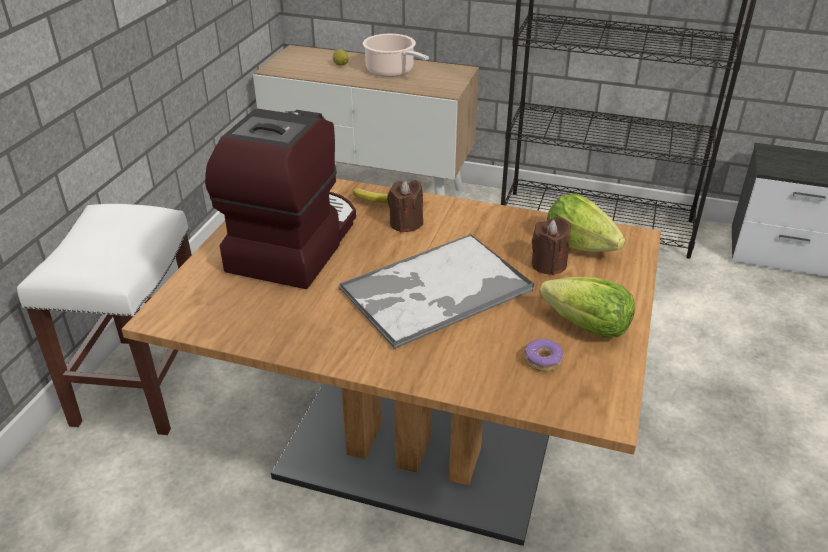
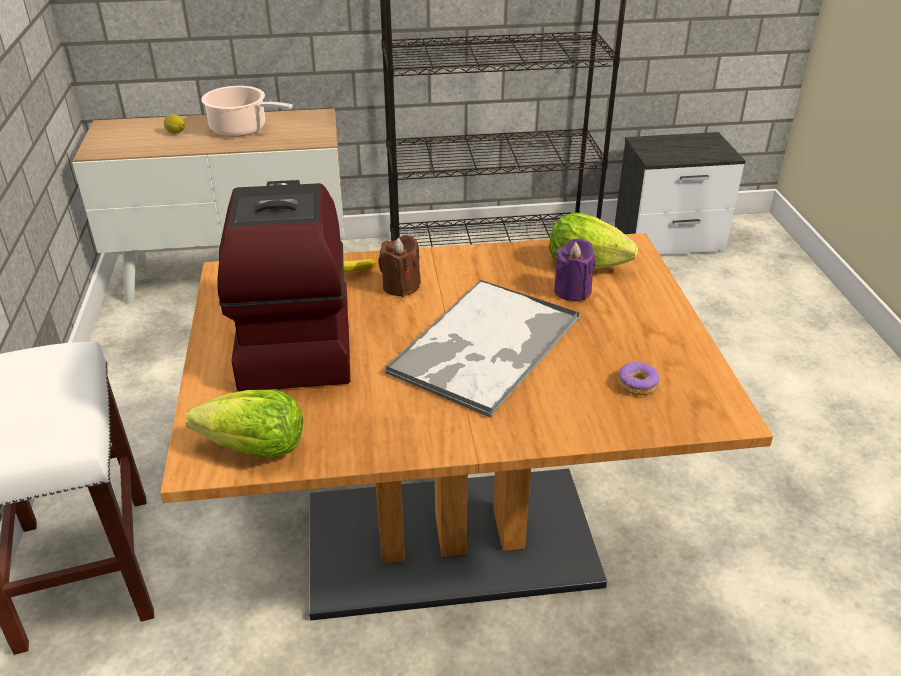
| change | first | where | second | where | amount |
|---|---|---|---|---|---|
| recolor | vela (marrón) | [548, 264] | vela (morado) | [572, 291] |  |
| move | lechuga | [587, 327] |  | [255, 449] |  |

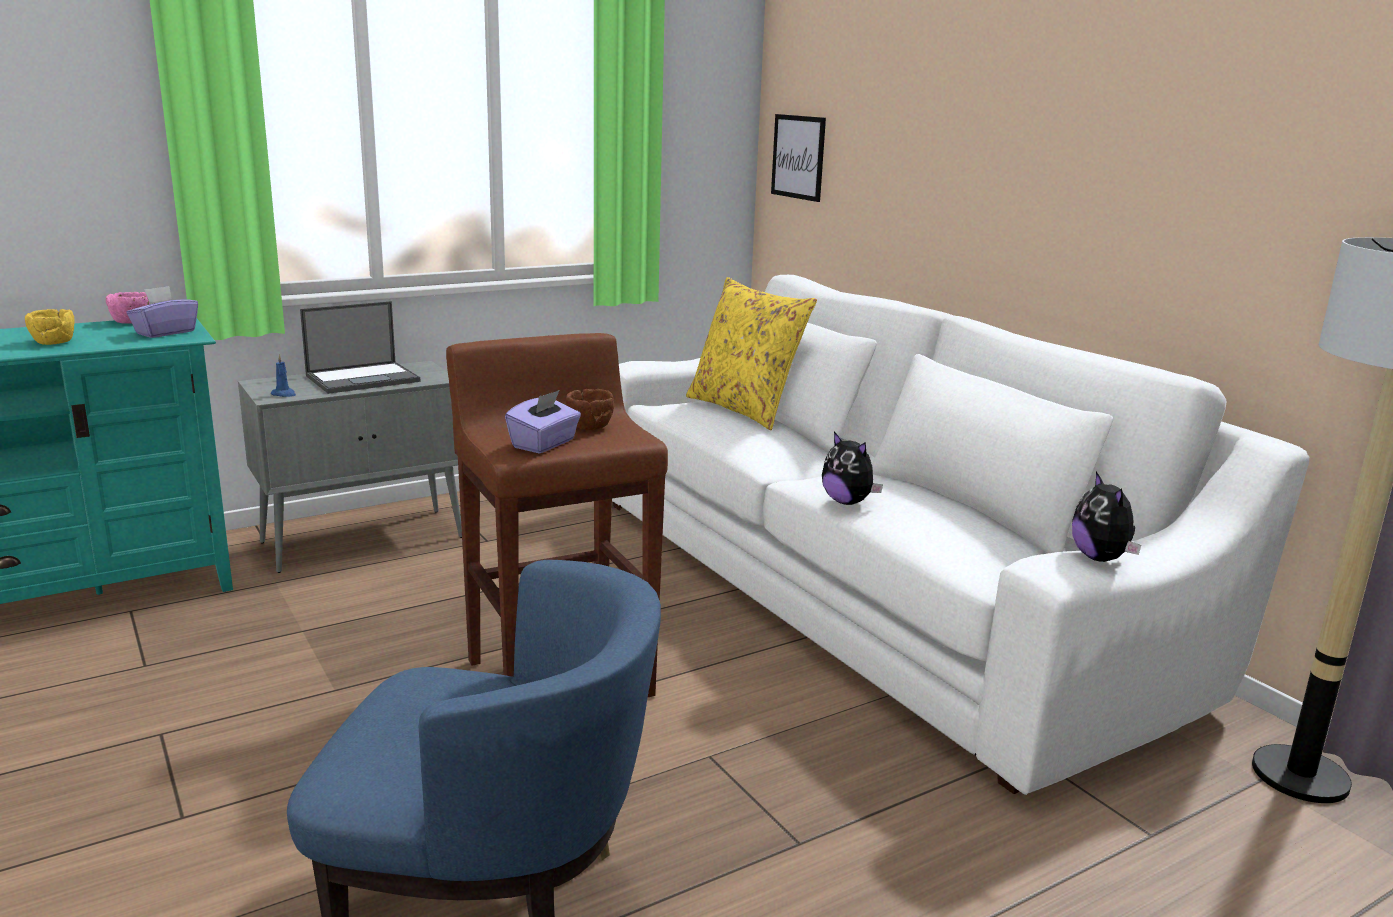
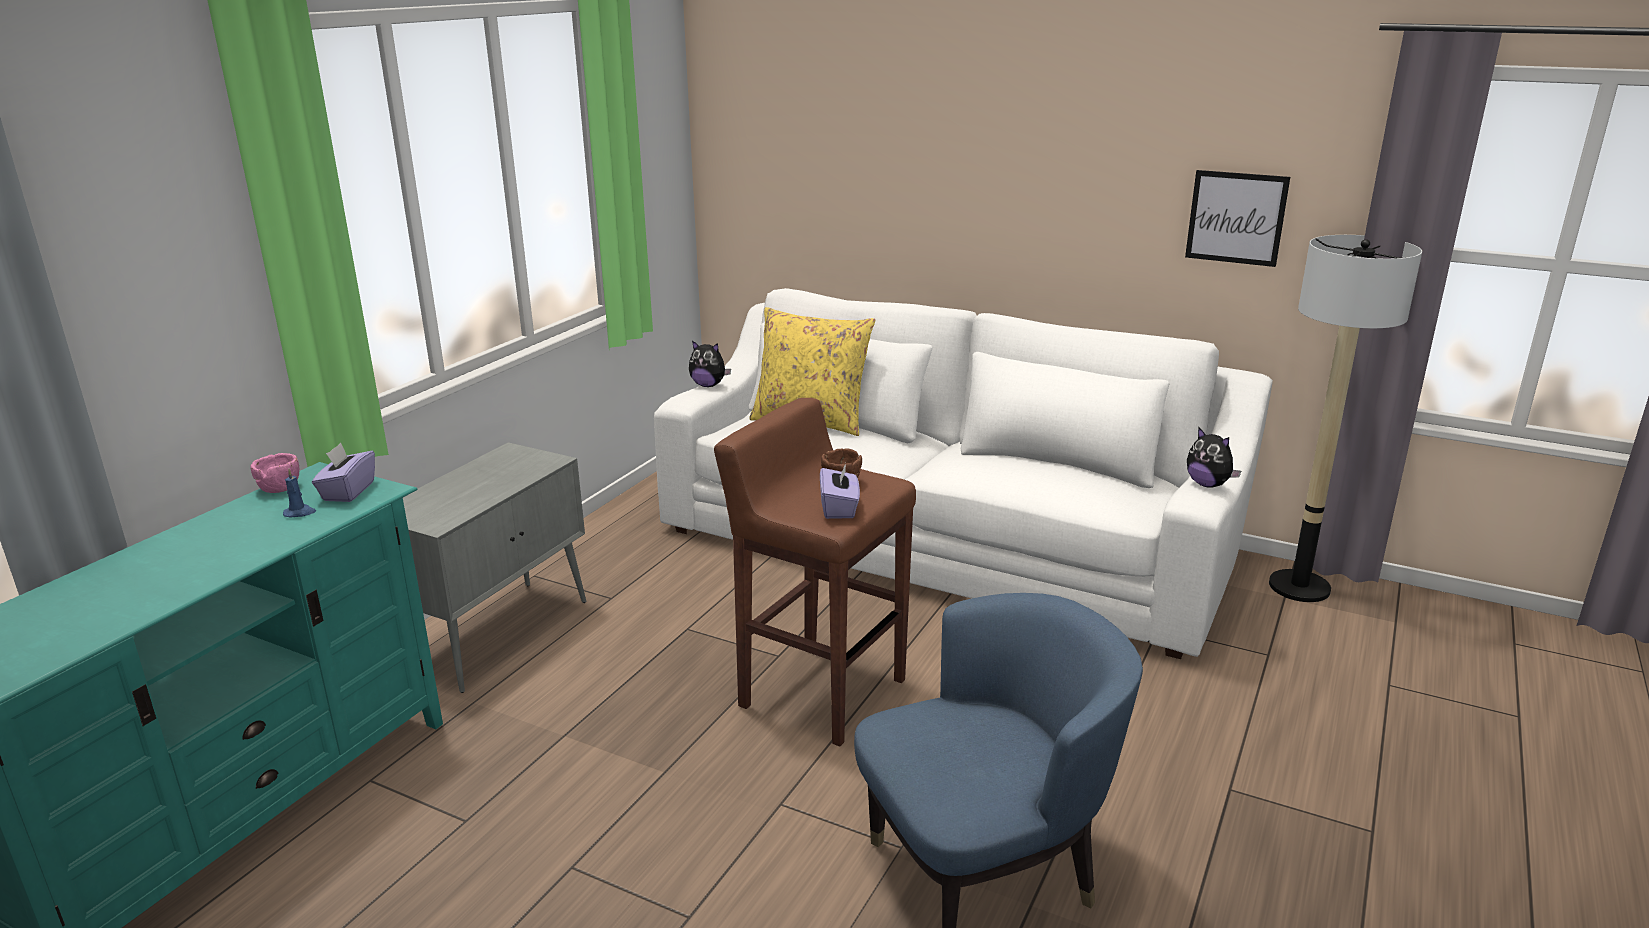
| change | first | where | second | where | amount |
|---|---|---|---|---|---|
| move | cuadro | [798, 157] |  | [1236, 218] |  |
| delete | portátil | [364, 378] |  |  |  |
| delete | cuenco (amarillo) | [54, 342] |  |  |  |
| move | vela (azul) | [284, 394] |  | [300, 513] |  |
| move | peluche | [847, 502] |  | [708, 385] |  |

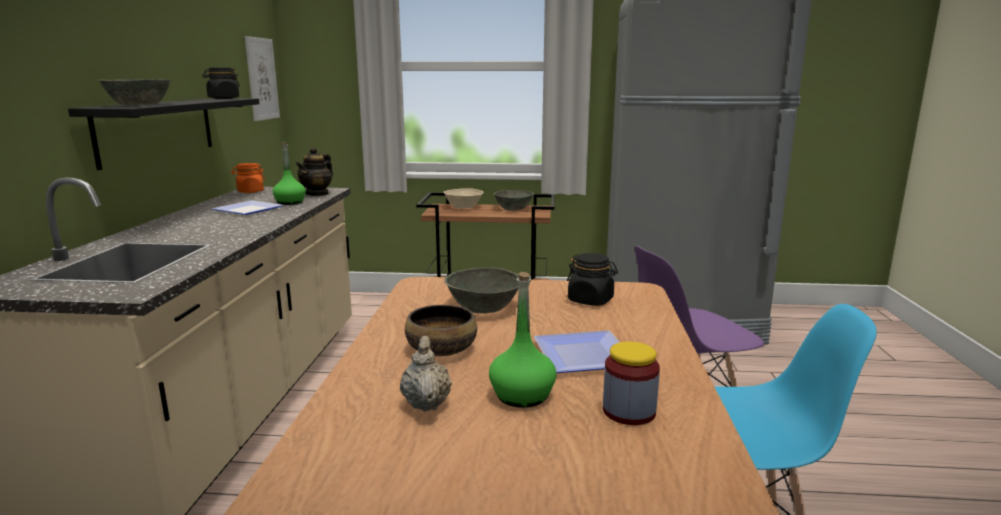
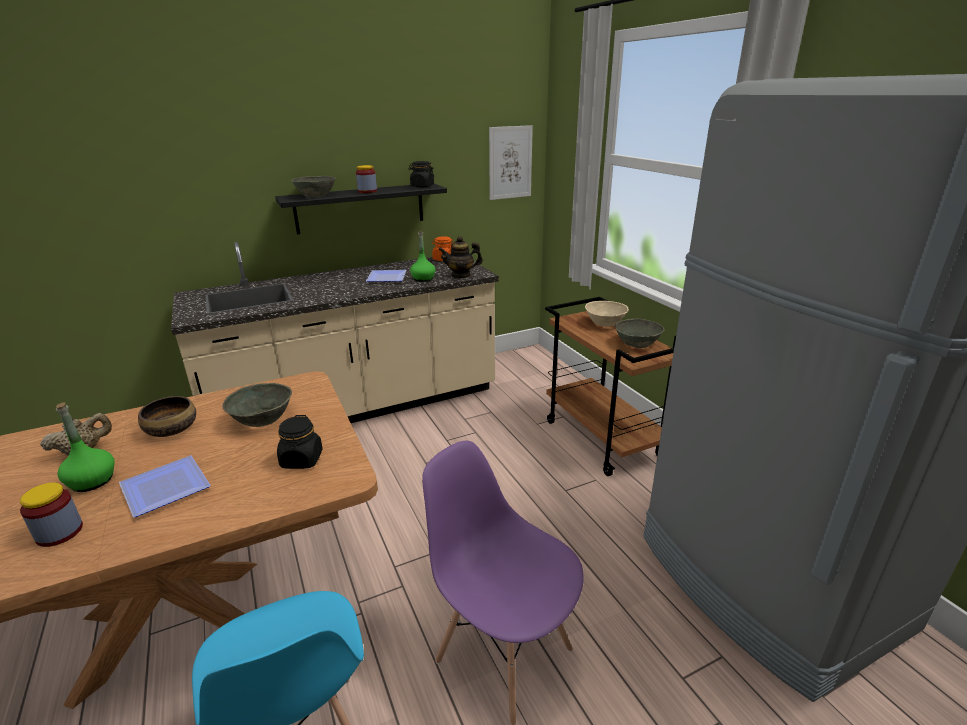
| change | first | where | second | where | amount |
|---|---|---|---|---|---|
| insert |  |  | tarro | [367, 191] |  |

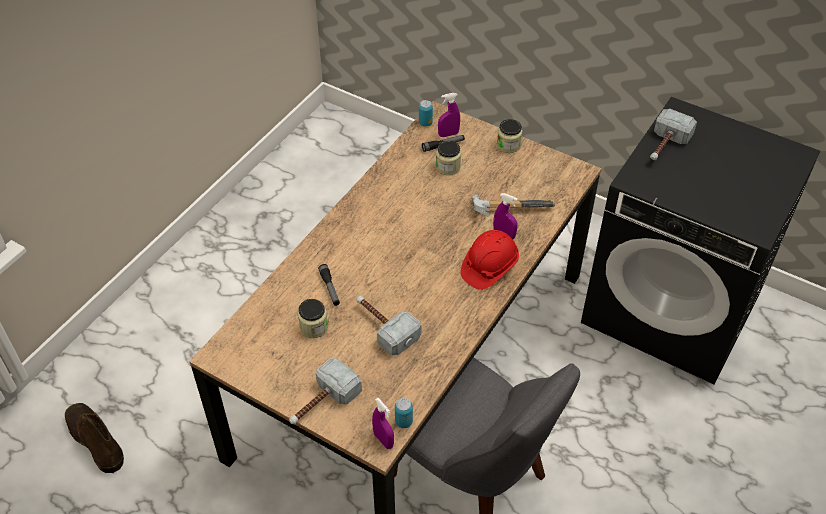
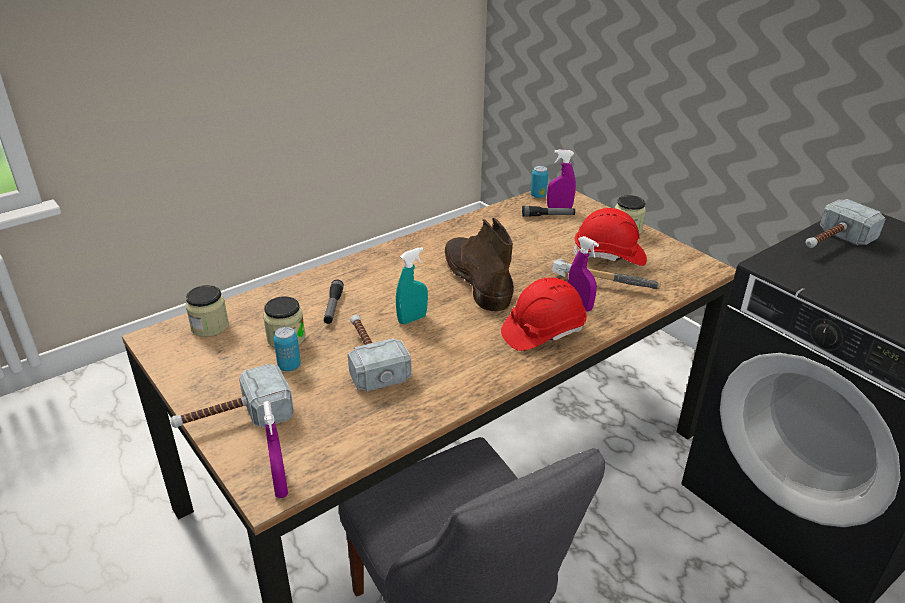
| change | first | where | second | where | amount |
|---|---|---|---|---|---|
| move | tarro | [448, 167] |  | [210, 326] |  |
| move | lata | [403, 422] |  | [289, 366] |  |
| move | bota (marrón) | [95, 440] |  | [476, 279] |  |
| insert |  |  | casco (rojo) | [609, 256] |  |
| insert |  |  | pulverizador (turquesa) | [412, 319] |  |

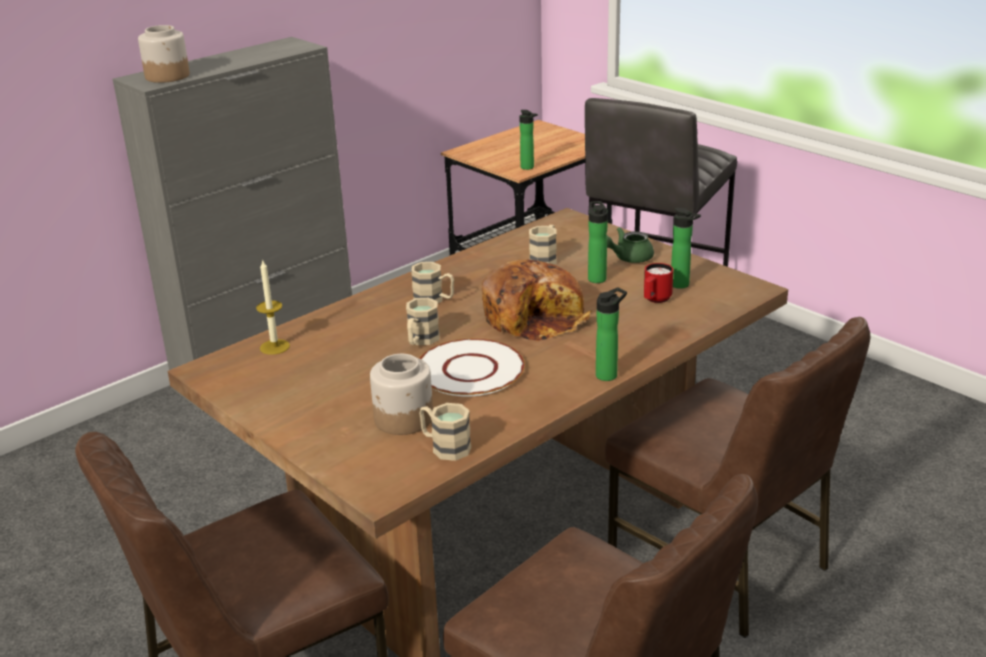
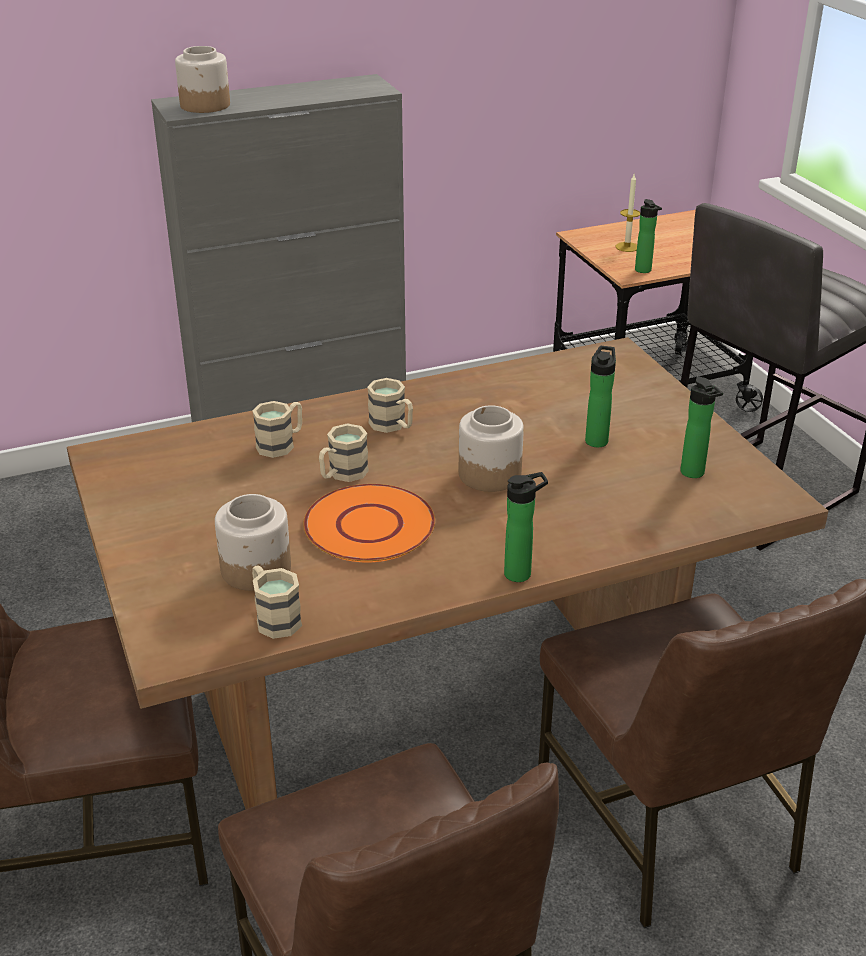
| change | first | where | second | where | amount |
|---|---|---|---|---|---|
| move | taza grande (beis) | [545, 258] |  | [281, 444] |  |
| delete | tetera (verde) | [627, 258] |  |  |  |
| move | vela | [274, 347] |  | [627, 247] |  |
| replace | pan | [534, 316] | tarro | [489, 474] |  |
| delete | taza grande (rojo) | [655, 300] |  |  |  |
| recolor | plato (blanco) | [471, 370] | plato (naranja) | [370, 526] |  |

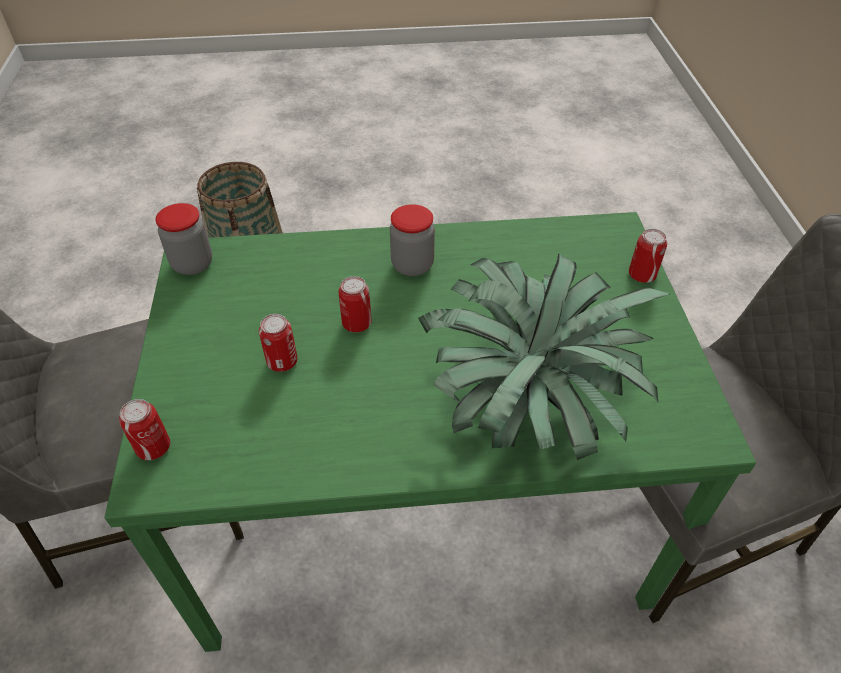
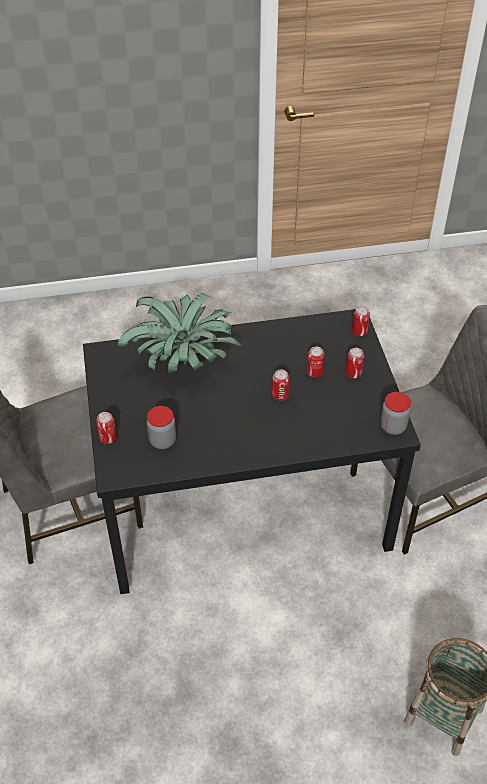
| change | first | where | second | where | amount |
|---|---|---|---|---|---|
| move | tarro | [412, 265] |  | [162, 441] |  |
| recolor | mesa de comedor (verde) | [422, 500] | mesa de comedor (negro) | [242, 503] |  |
| insert |  |  | lata | [353, 373] |  |

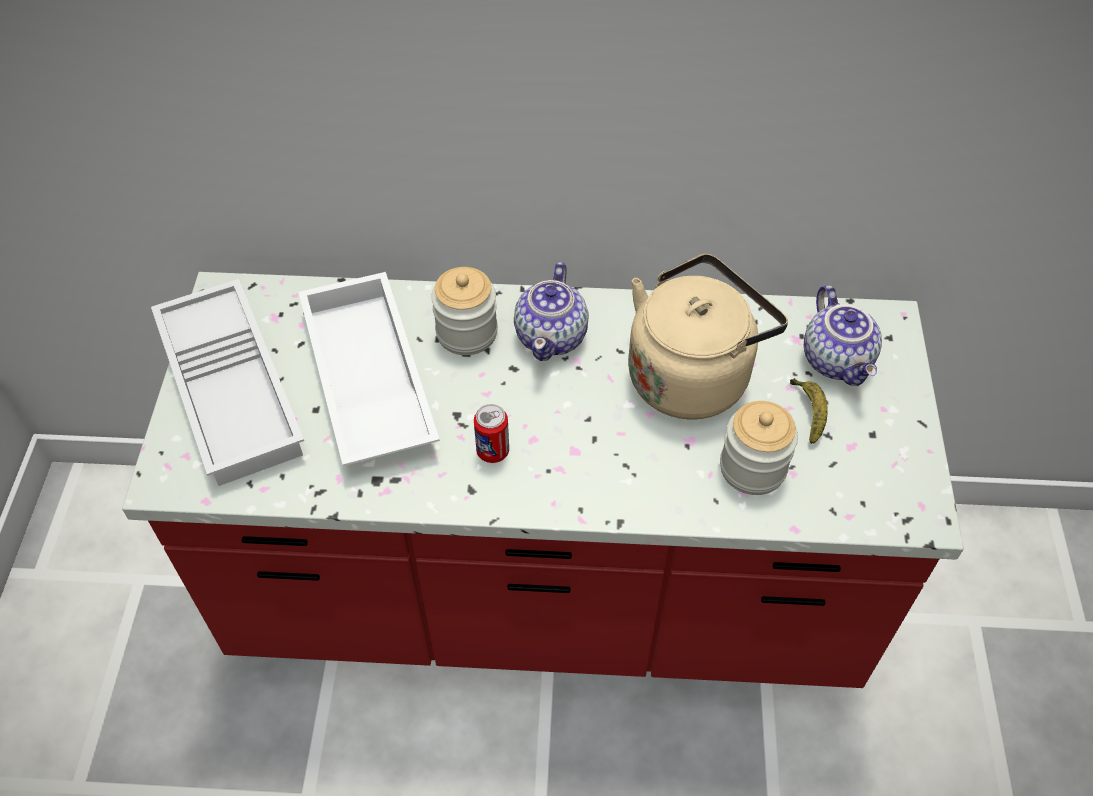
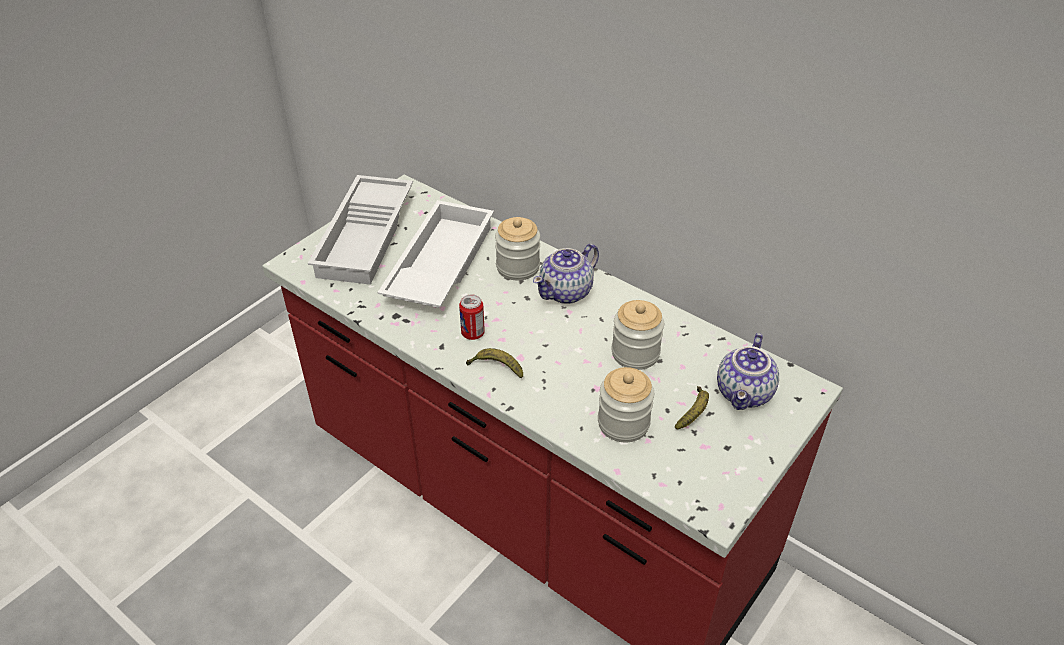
| change | first | where | second | where | amount |
|---|---|---|---|---|---|
| replace | hervidor (beis) | [692, 374] | tarro | [635, 353] |  |
| insert |  |  | plátano | [496, 368] |  |

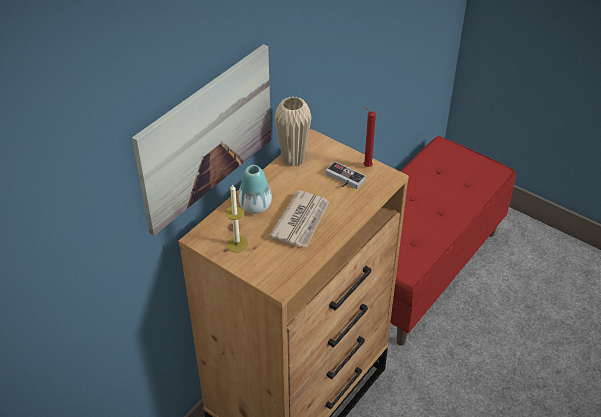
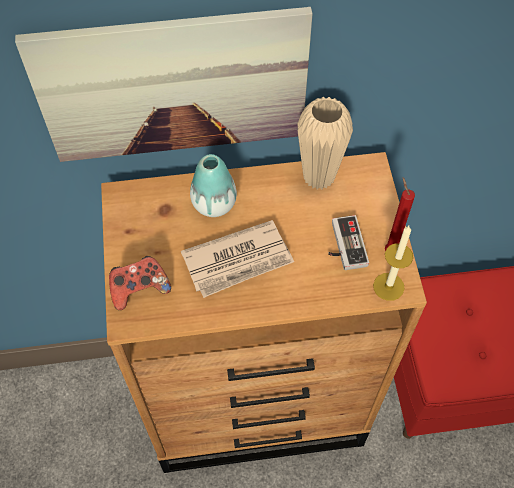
| change | first | where | second | where | amount |
|---|---|---|---|---|---|
| move | vela | [237, 244] |  | [388, 286] |  |
| insert |  |  | mando de consola | [139, 289] |  |

